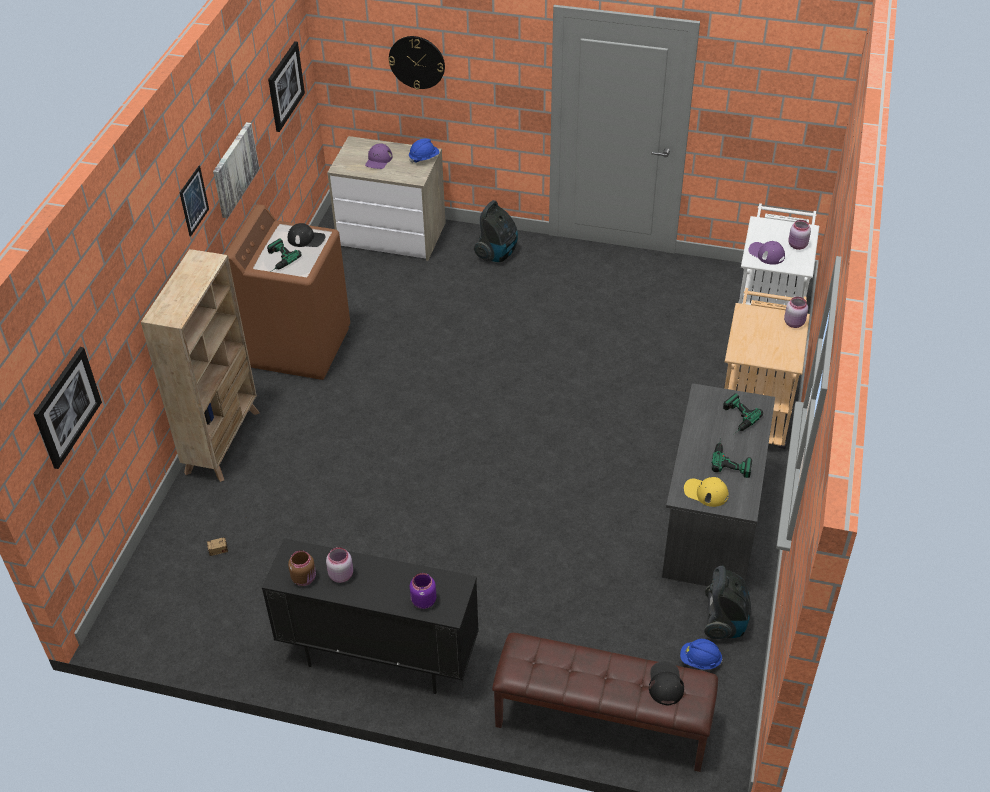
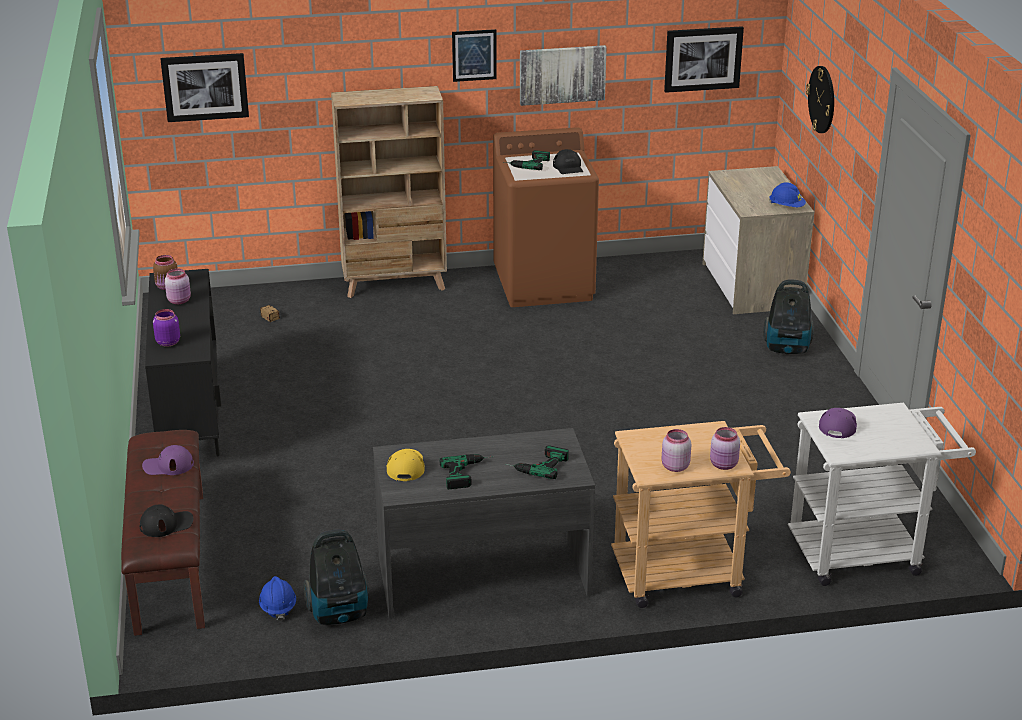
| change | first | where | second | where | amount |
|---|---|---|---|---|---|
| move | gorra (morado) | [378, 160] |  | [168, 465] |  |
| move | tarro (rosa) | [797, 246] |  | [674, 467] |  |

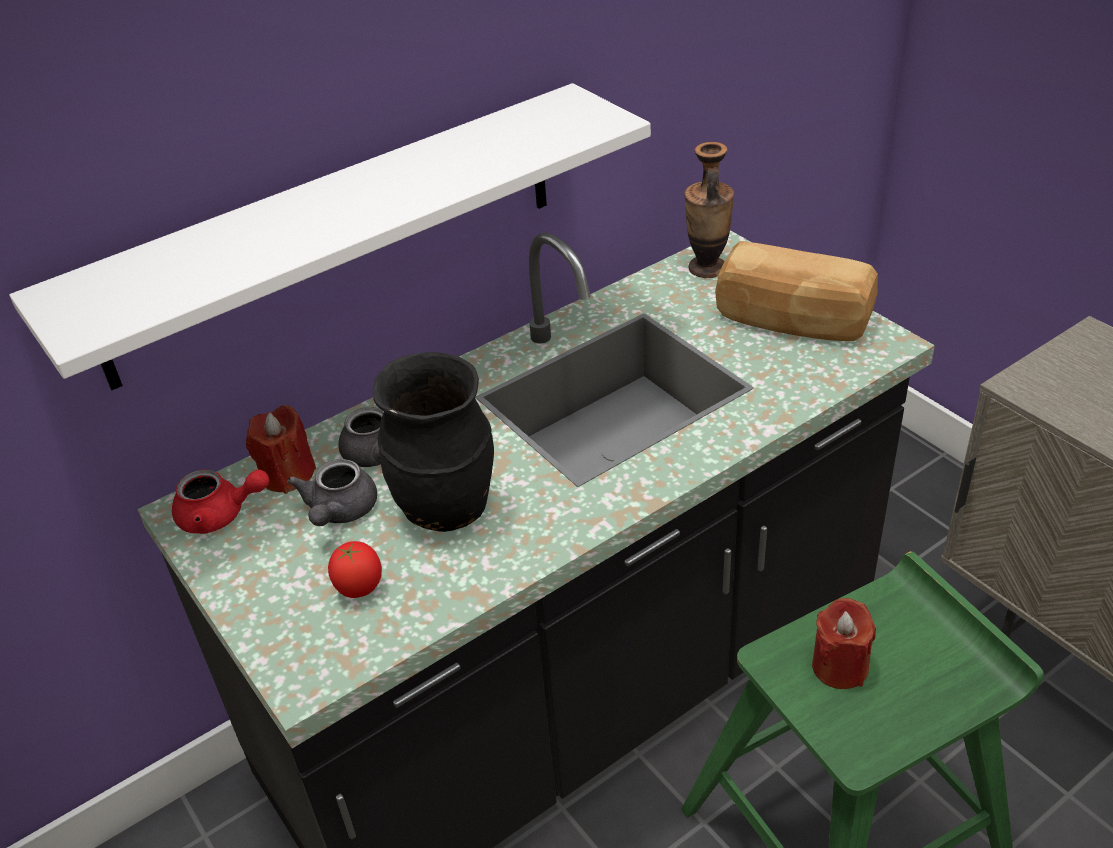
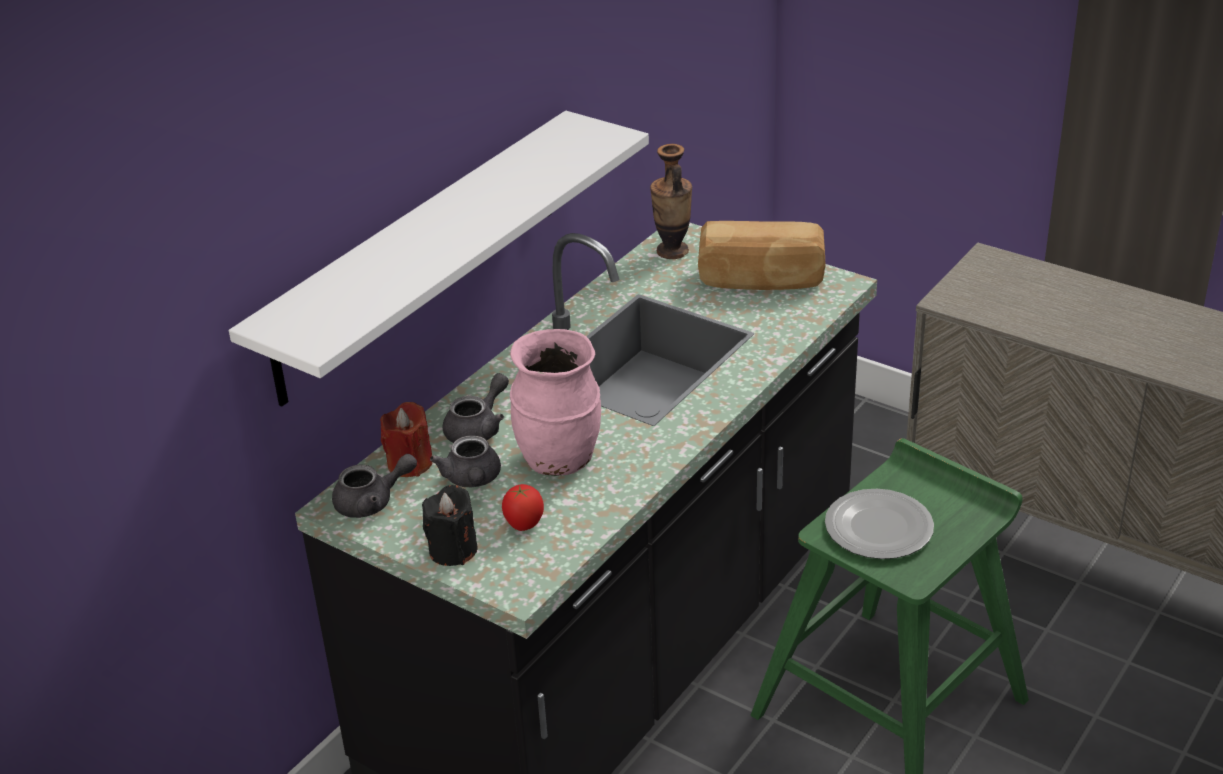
| change | first | where | second | where | amount |
|---|---|---|---|---|---|
| recolor | florero (negro) | [448, 509] | florero (rosa) | [560, 461] |  |
| recolor | tetera (rojo) | [220, 515] | tetera (gris) | [372, 502] |  |
| replace | vela (rojo) | [839, 667] | plato | [877, 527] |  |
| insert |  |  | vela (negro) | [453, 550] |  |

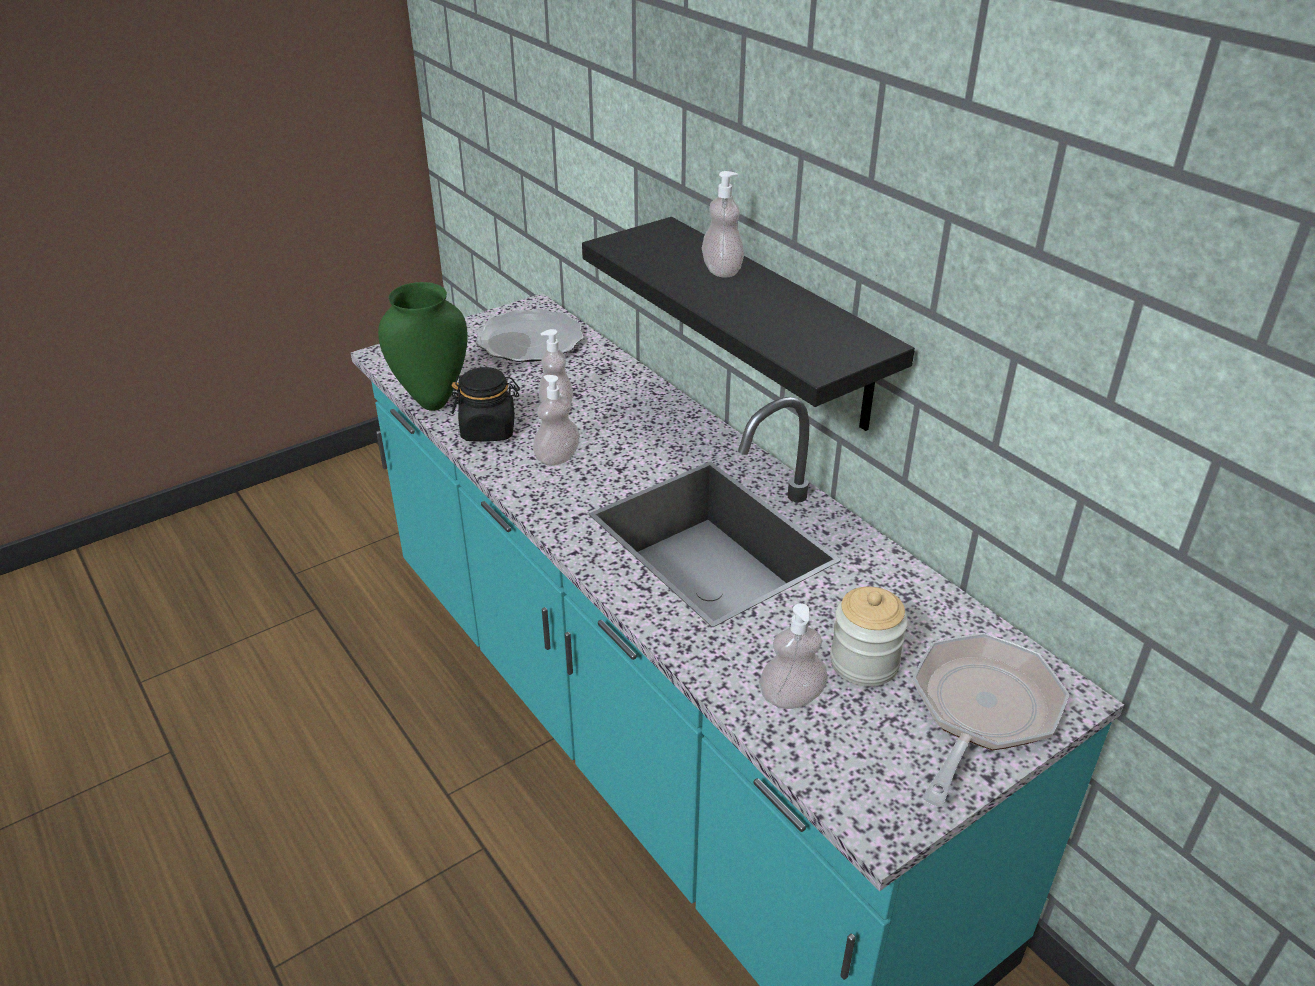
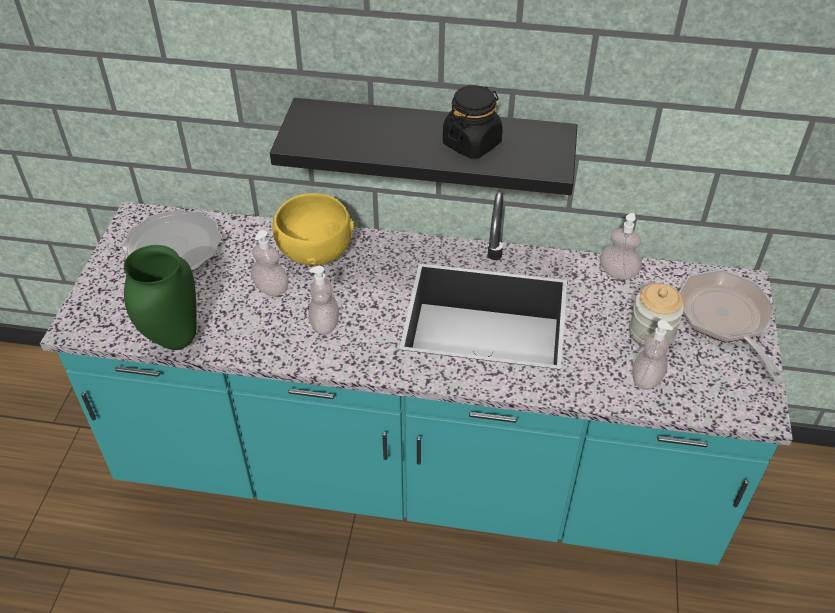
| change | first | where | second | where | amount |
|---|---|---|---|---|---|
| move | dispensador de jabón | [722, 271] |  | [618, 273] |  |
| move | tarro (negro) | [489, 430] |  | [472, 143] |  |
| insert |  |  | cuenco (amarillo) | [315, 252] |  |

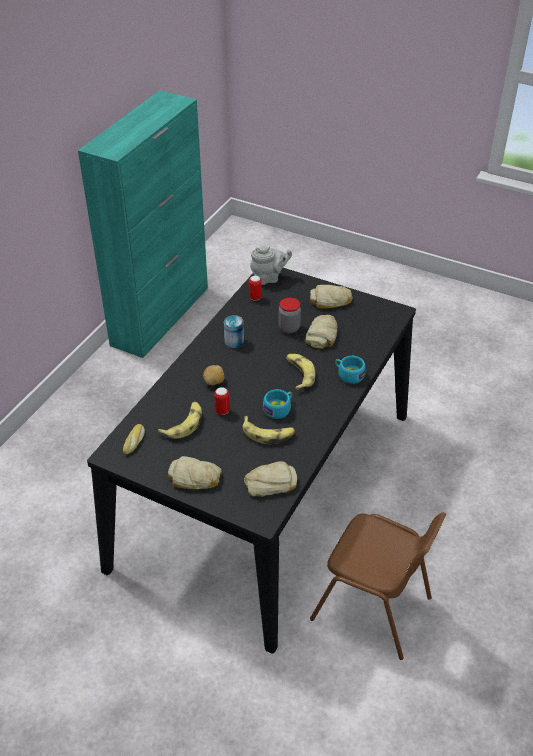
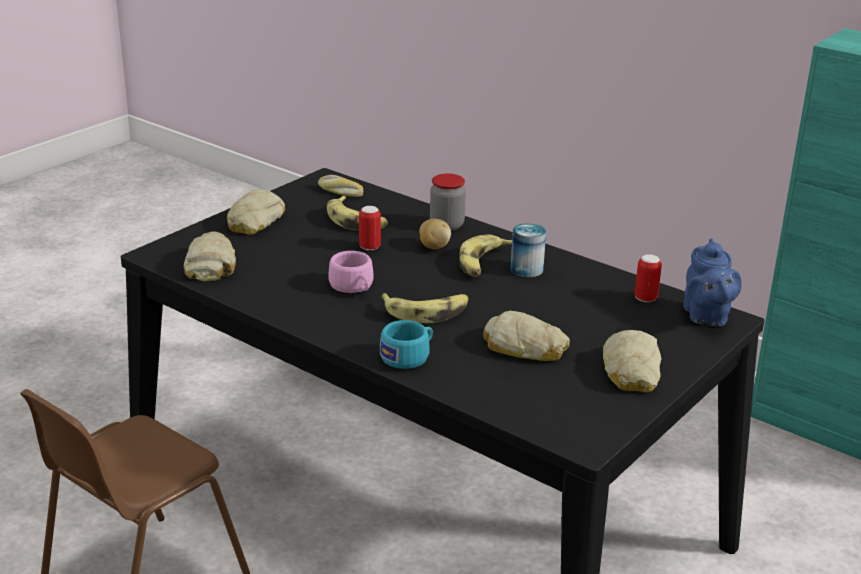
| change | first | where | second | where | amount |
|---|---|---|---|---|---|
| recolor | tetera (gris) | [269, 278] | tetera (azul) | [706, 317] |  |
| move | tarro | [289, 328] |  | [447, 225] |  |
| recolor | taza (turquesa) | [279, 408] | taza (rosa) | [353, 287] |  |
| move | plátano | [268, 434] |  | [483, 263] |  |

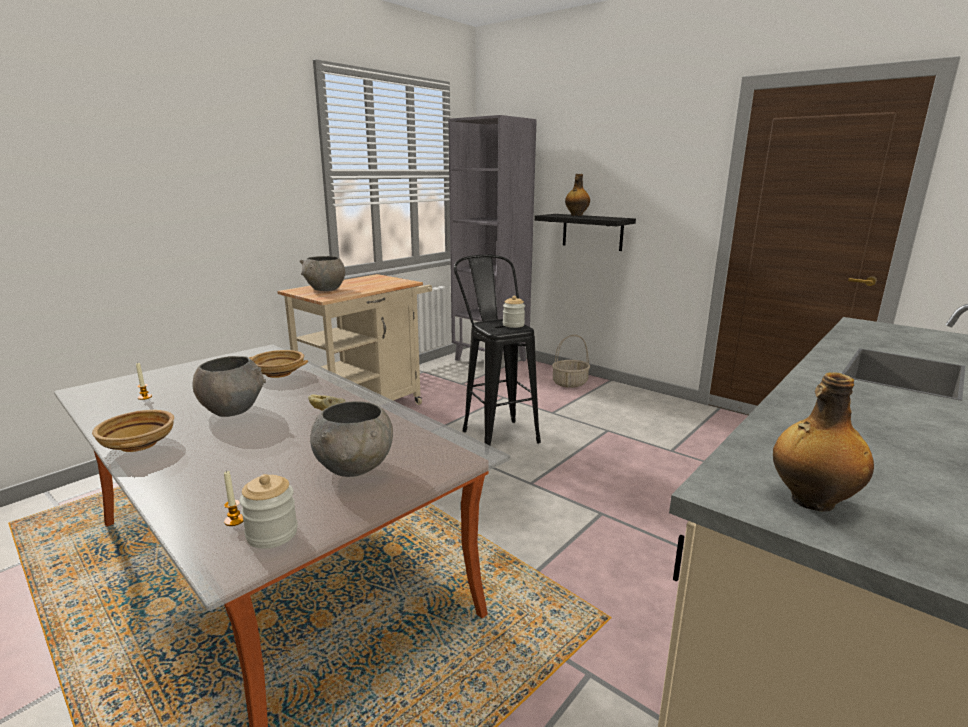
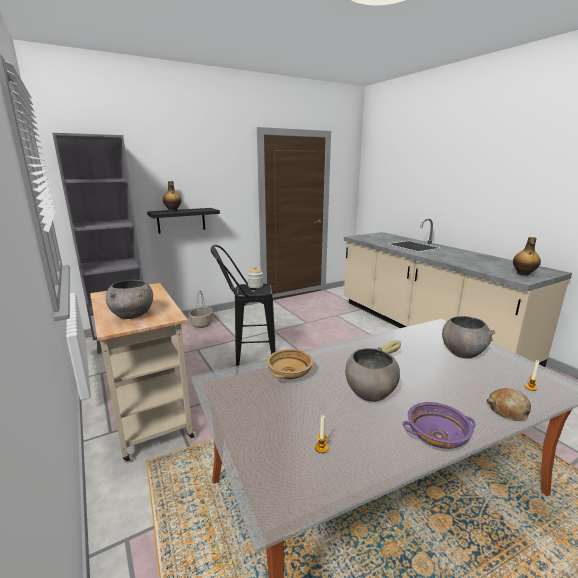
| change | first | where | second | where | amount |
|---|---|---|---|---|---|
| recolor | cuenco (beis) | [139, 444] | cuenco (morado) | [437, 436] |  |
| delete | tarro | [272, 534] |  |  |  |
| insert |  |  | pan | [508, 410] |  |

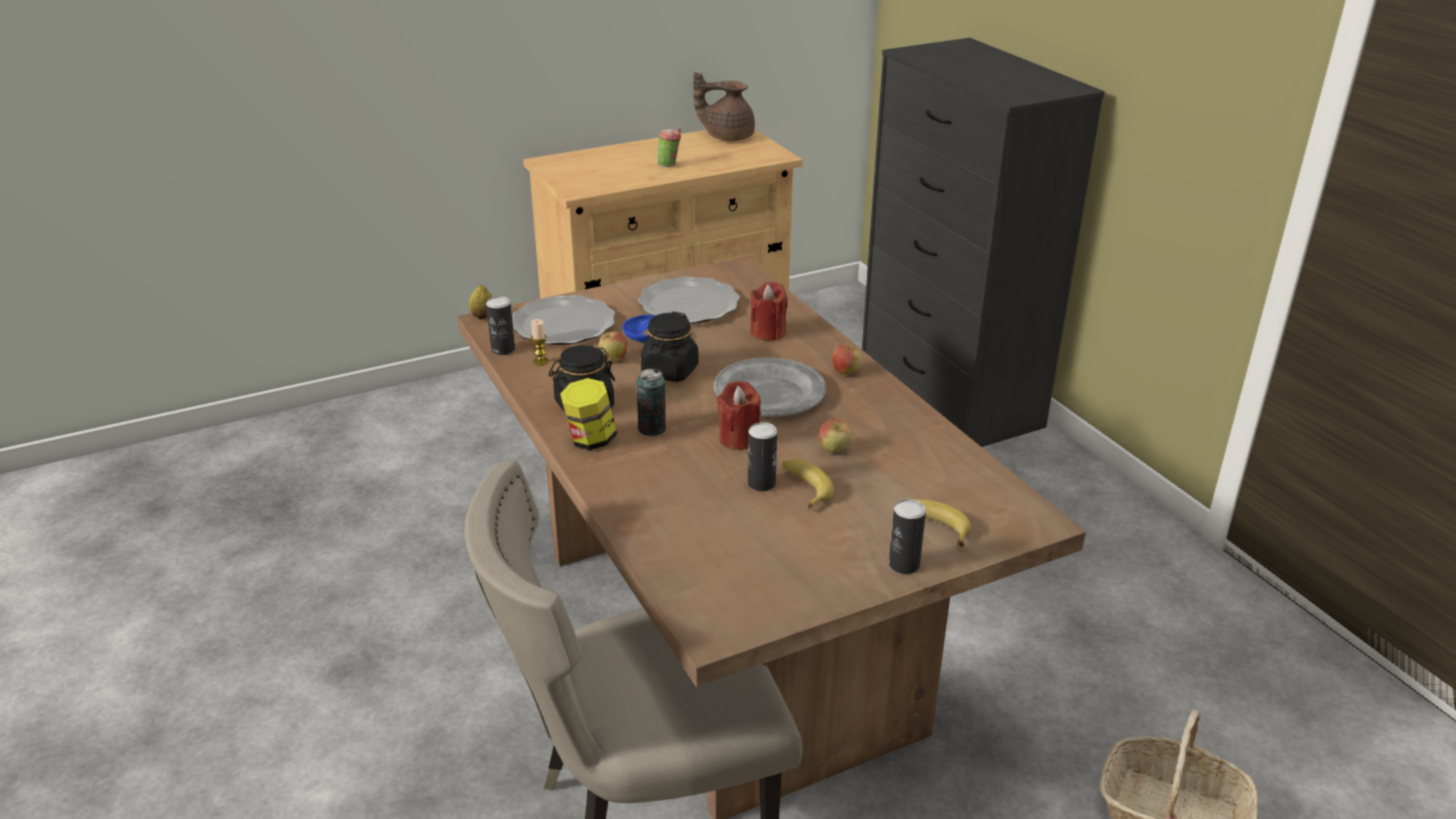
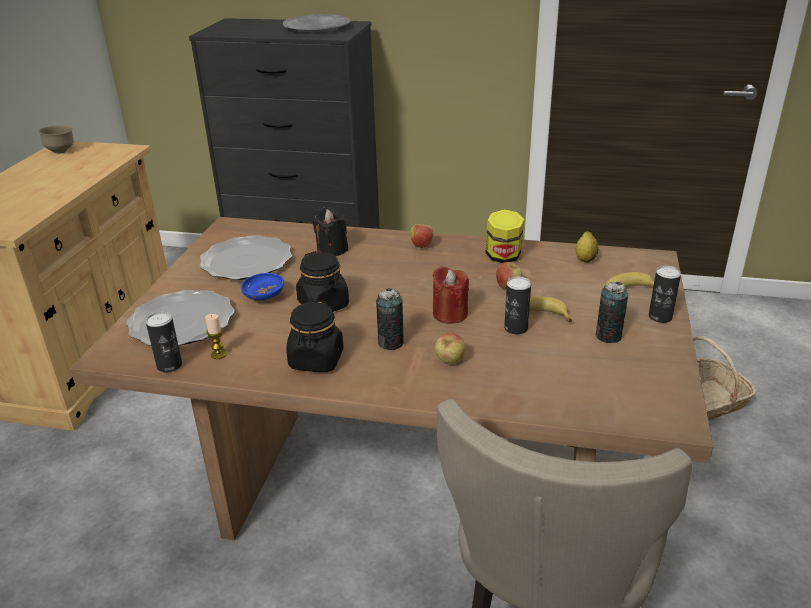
| change | first | where | second | where | amount |
|---|---|---|---|---|---|
| replace | tetera (marrón) | [727, 136] | cuenco (marrón) | [61, 152] |  |
| delete | taza | [670, 165] |  |  |  |
| recolor | vela (rojo) | [768, 332] | vela (negro) | [332, 250] |  |
| move | limón | [482, 317] |  | [585, 260] |  |
| move | manzana | [613, 359] |  | [450, 362] |  |
| move | plato (gris) | [770, 393] |  | [317, 27] |  |
| move | tarro | [590, 440] |  | [503, 257] |  |
| insert |  |  | lata | [608, 336] |  |

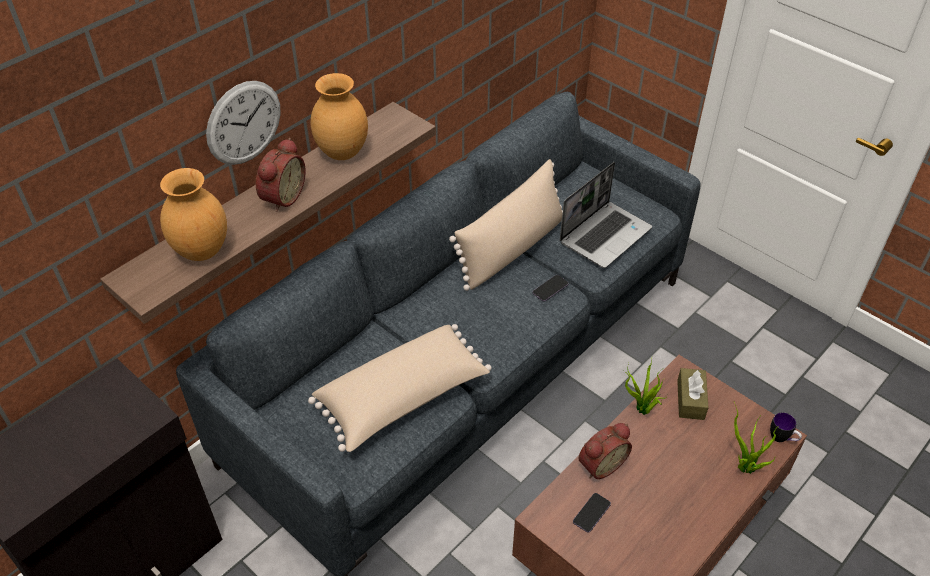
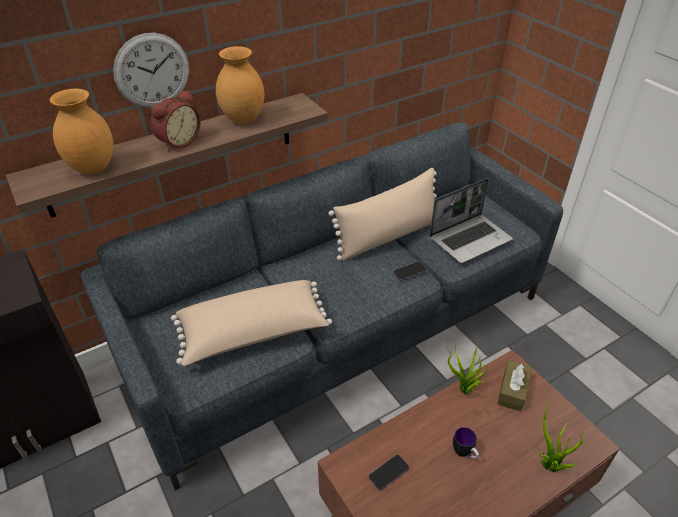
| change | first | where | second | where | amount |
|---|---|---|---|---|---|
| move | taza grande | [782, 439] |  | [464, 454] |  |
| delete | despertador | [600, 464] |  |  |  |

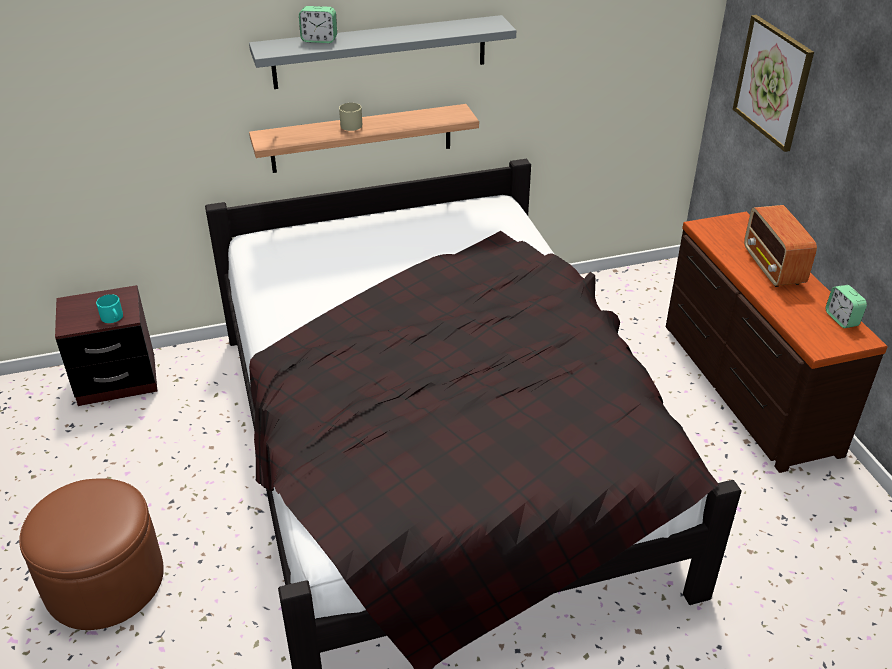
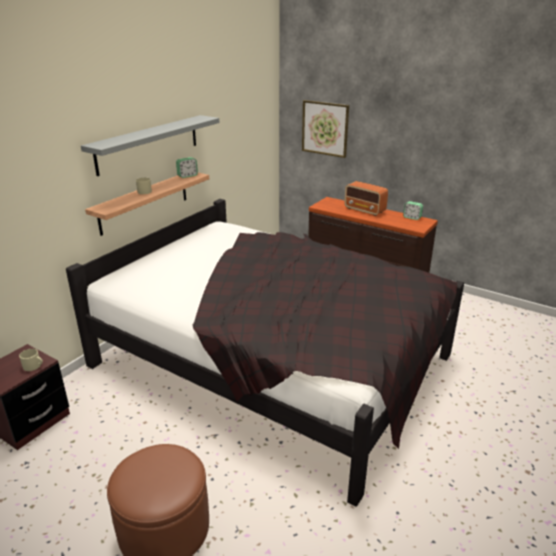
| change | first | where | second | where | amount |
|---|---|---|---|---|---|
| move | despertador | [319, 40] |  | [187, 176] |  |
| recolor | taza grande (turquesa) | [113, 318] | taza grande (beis) | [34, 366] |  |

